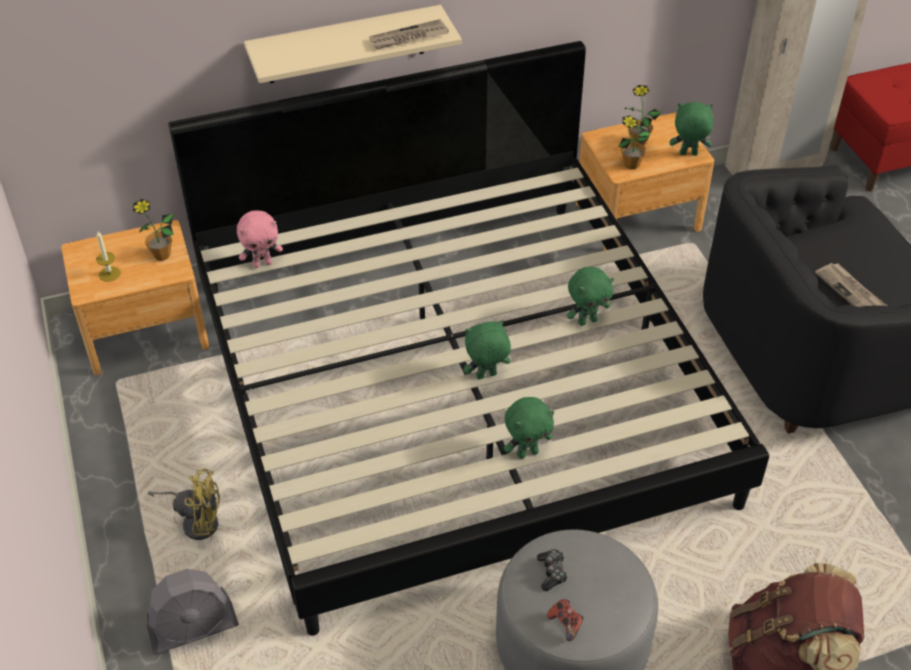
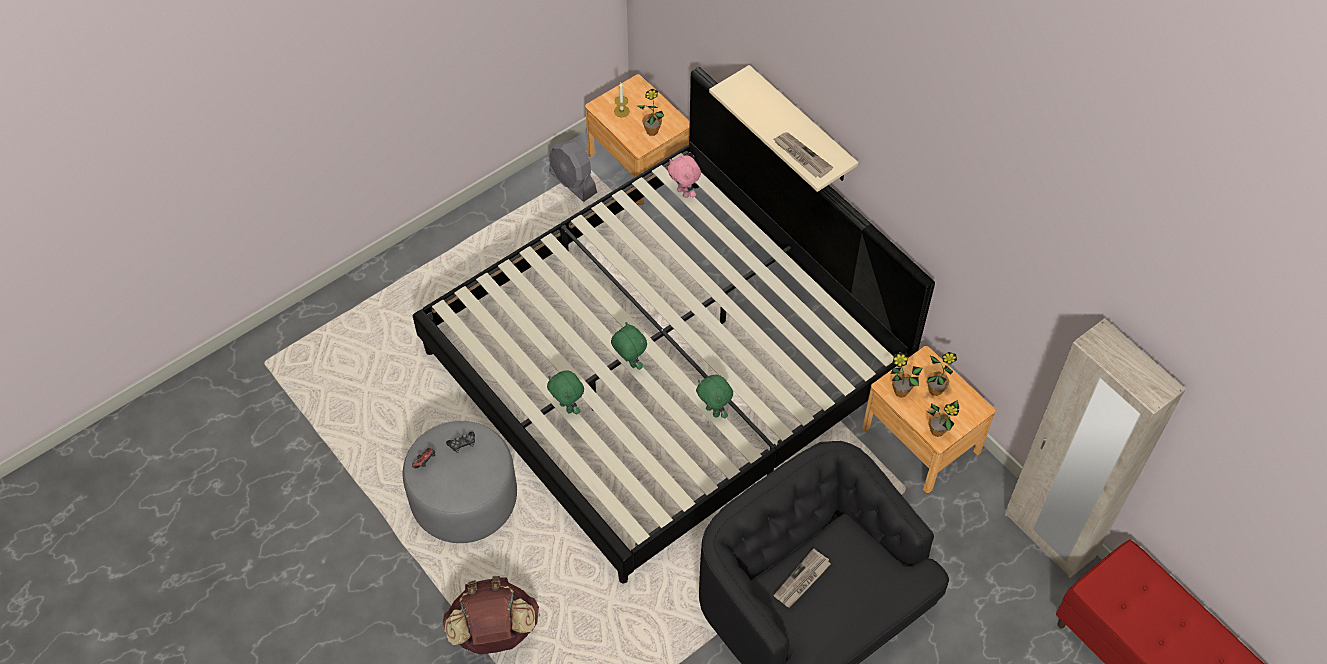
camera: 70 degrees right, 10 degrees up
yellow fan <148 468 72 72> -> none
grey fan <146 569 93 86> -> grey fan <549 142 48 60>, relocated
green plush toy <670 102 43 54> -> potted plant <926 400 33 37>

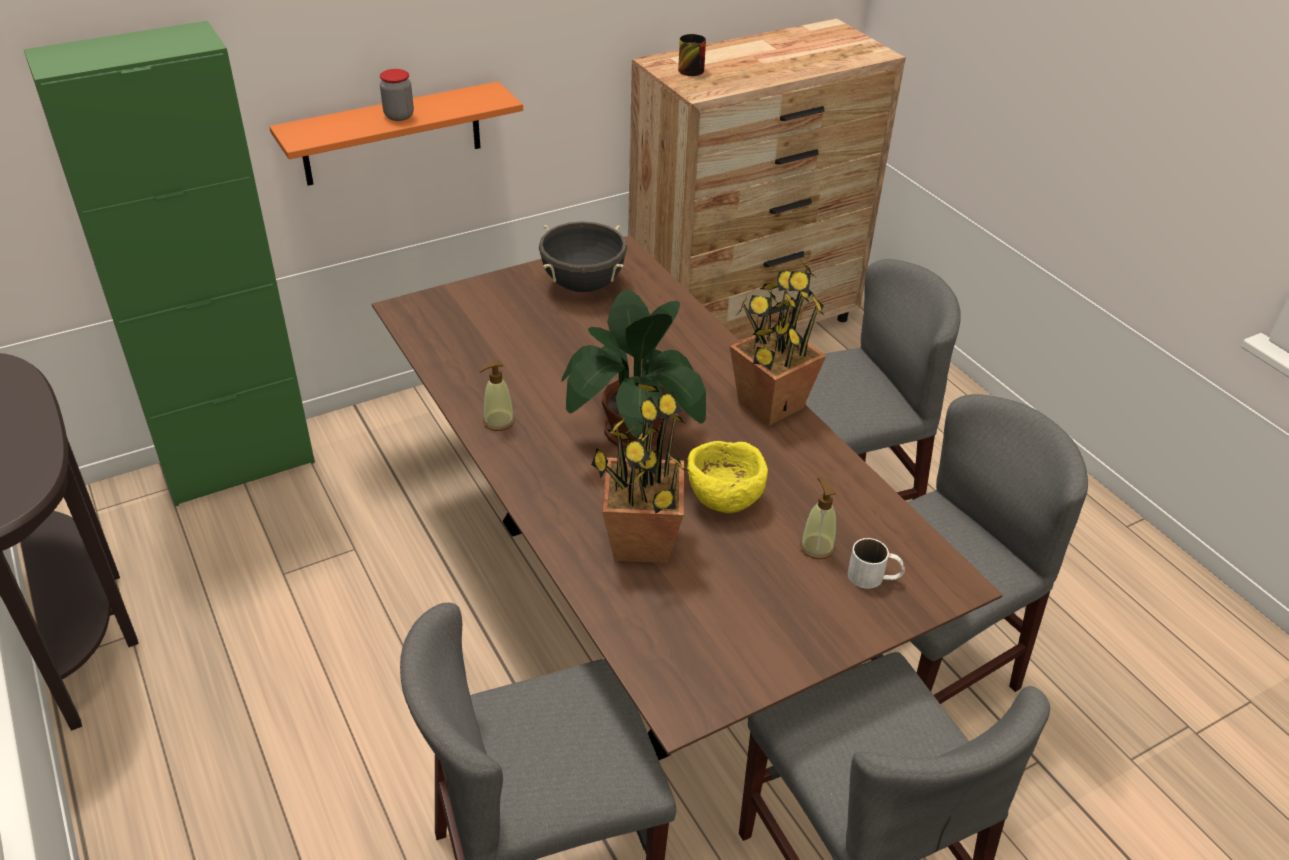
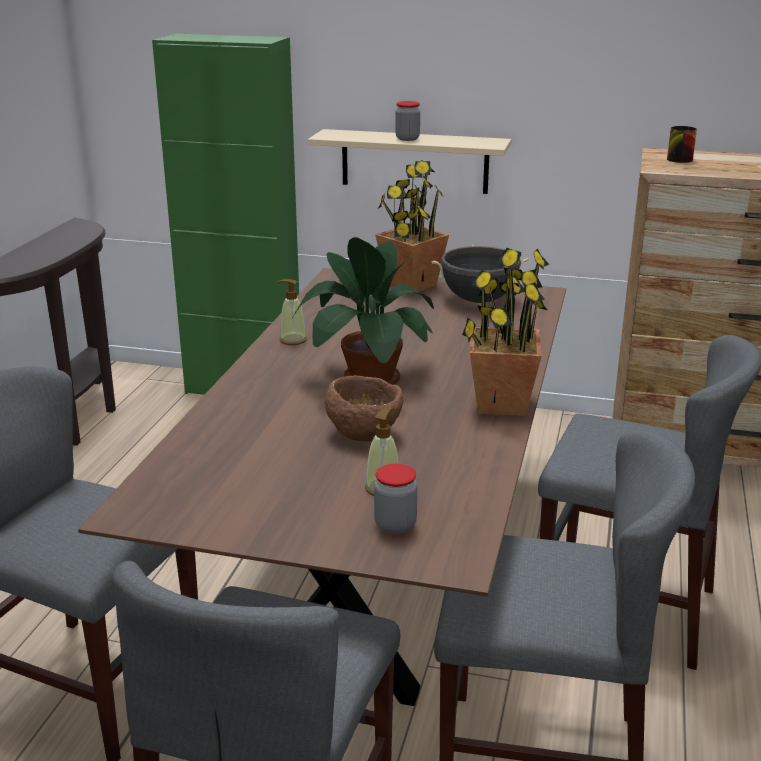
camera: 45 degrees right, 15 degrees down
potted plant <591 382 97 181> -> potted plant <375 160 74 134>, relocated
white mug <848 538 57 51> -> jar <374 464 43 70>
orange shelf <269 81 254 105> -> beige shelf <308 129 203 65>
yellow bowl <687 441 81 72> -> brown bowl <325 375 78 66>

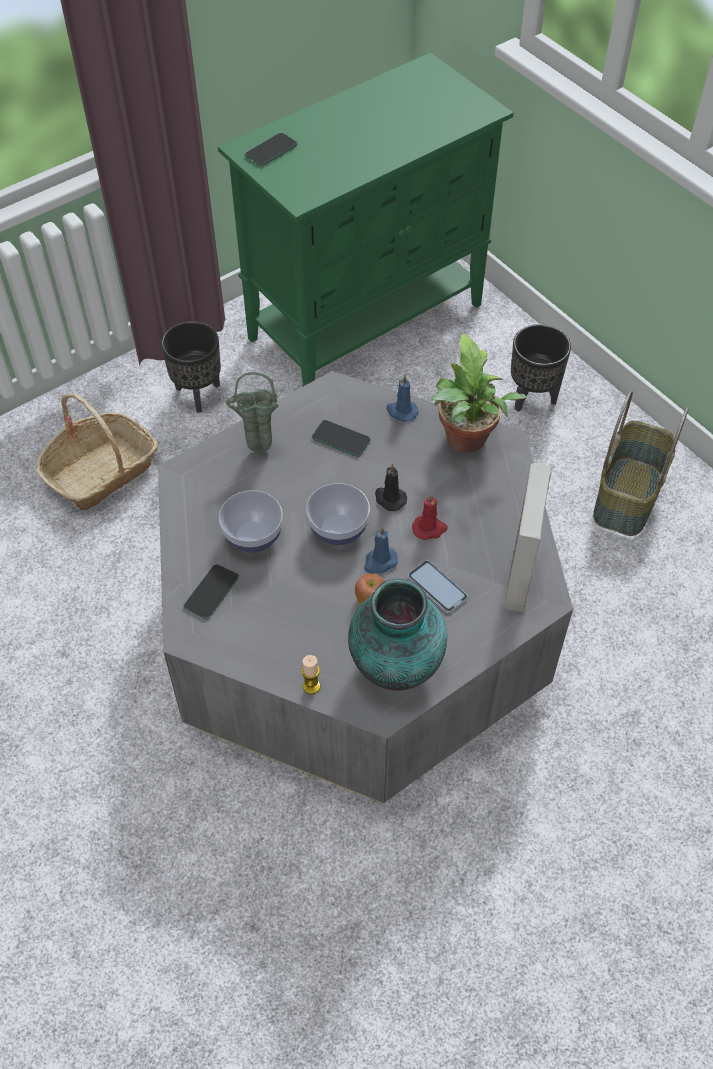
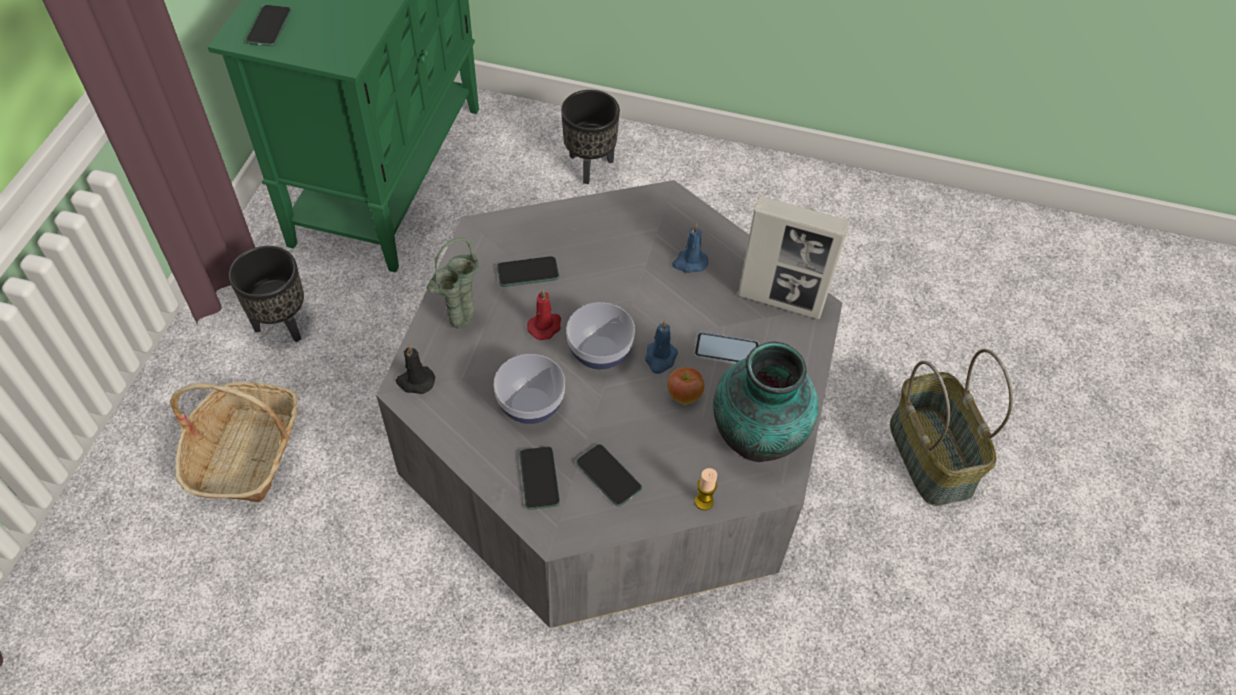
camera: 40 degrees left, 0 degrees up
potted plant <431 333 96 120> -> none
none -> phone <576 444 66 63>
black candle <375 464 32 47> -> black candle <396 344 39 50>, relocated
blue candle <386 375 33 47> -> blue candle <672 223 36 50>, relocated
red candle <412 493 36 47> -> red candle <527 289 34 51>, relocated
basket <593 390 96 146> -> basket <890 349 123 157>, relocated
picture frame <504 463 48 149> -> picture frame <738 195 112 124>, 45 degrees counterclockwise

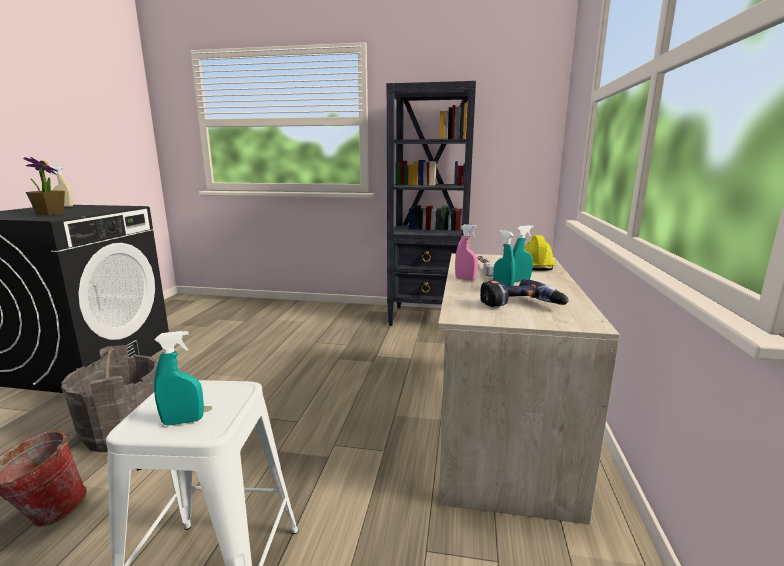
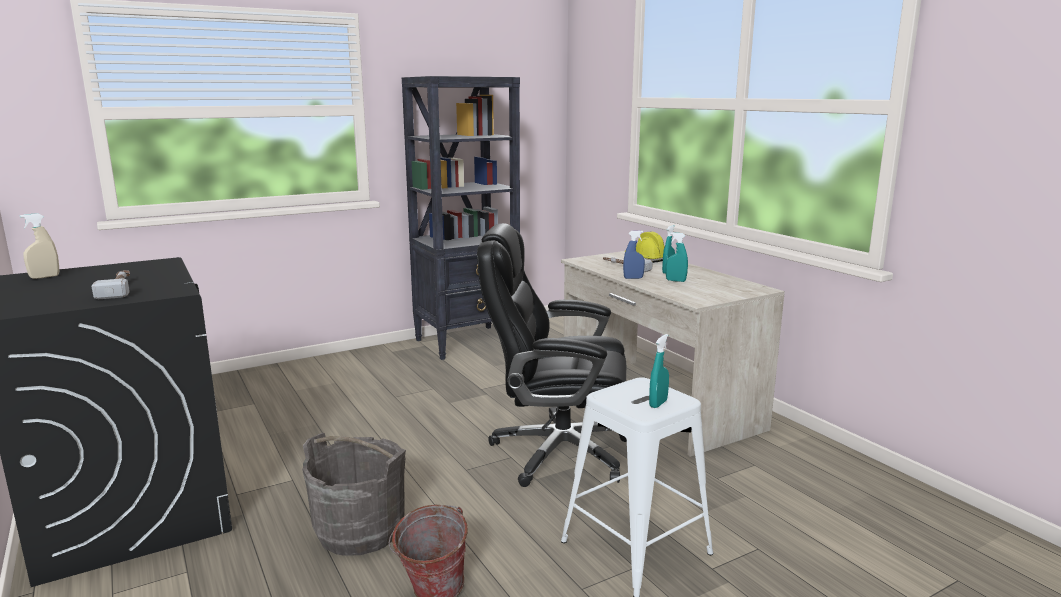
camera: 40 degrees left, 0 degrees up
power drill <480 279 89 28> -> none
none -> black office chair <477 223 150 264>
potted plant <23 157 42 58> -> hammer <92 270 38 29>
pink spray bottle <455 224 23 57> -> blue spray bottle <623 231 22 48>

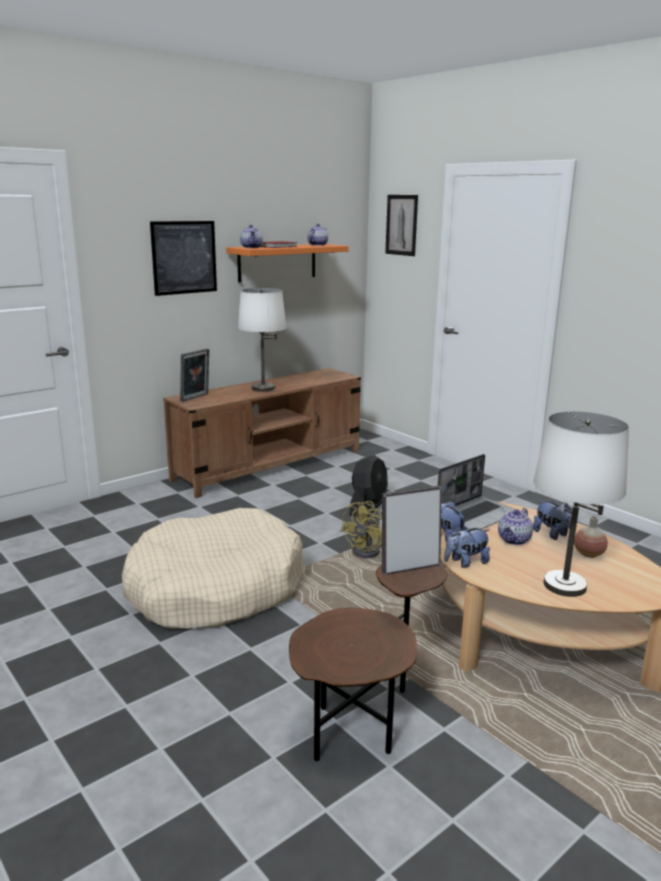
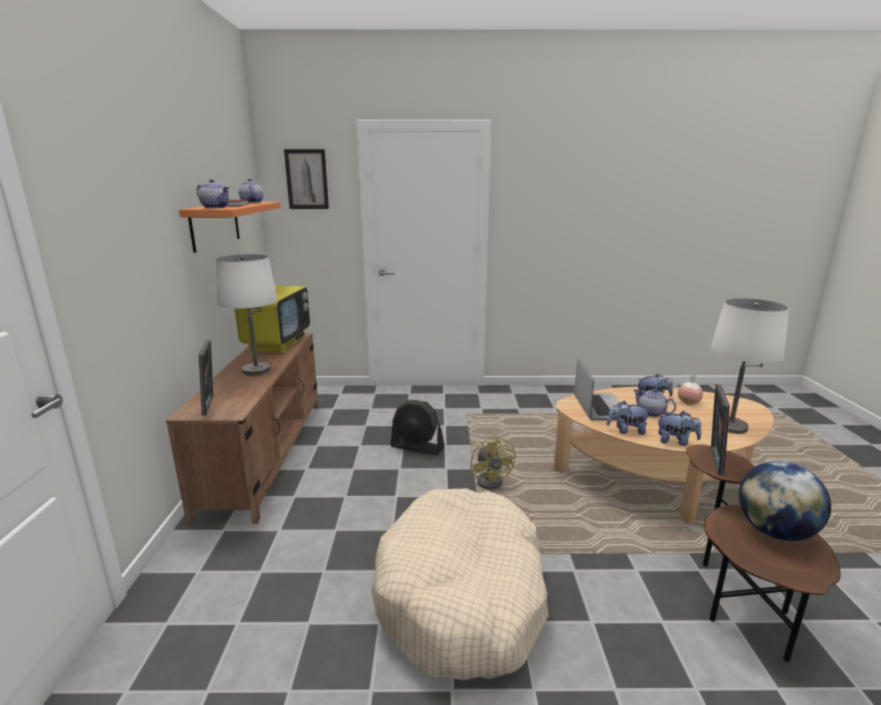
camera: 50 degrees left, 0 degrees up
picture <150 221 67 75> -> none
none -> television <235 258 75 95>
none -> globe <739 461 92 80>
black fan <349 455 39 61> -> black fan <391 400 54 55>, 135 degrees clockwise
plush toy <444 525 46 43> -> plush toy <658 411 43 35>, 90 degrees counterclockwise
teapot <498 508 35 37> -> teapot <633 389 43 28>, 150 degrees clockwise

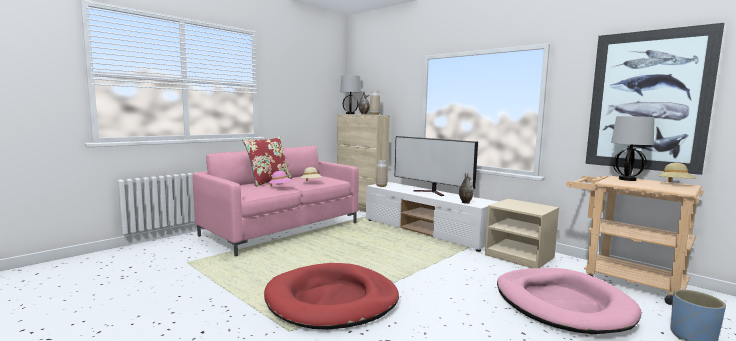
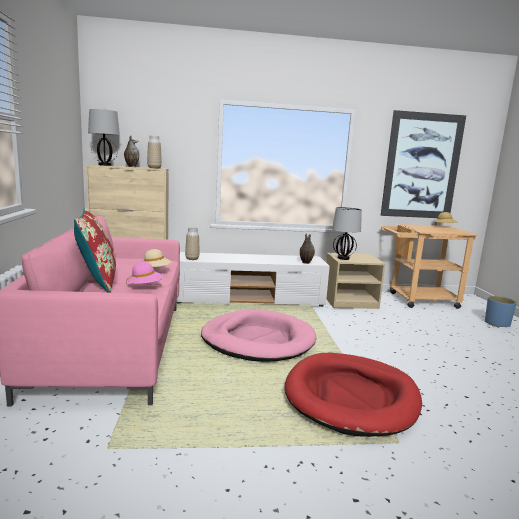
camera: 50 degrees left, 5 degrees up
television <395 136 83 60> -> none
pink dog bed <497 268 144 66> -> pink dog bed <201 309 115 53>, relocated
table lamp <611 116 44 65> -> table lamp <332 207 30 53>, relocated

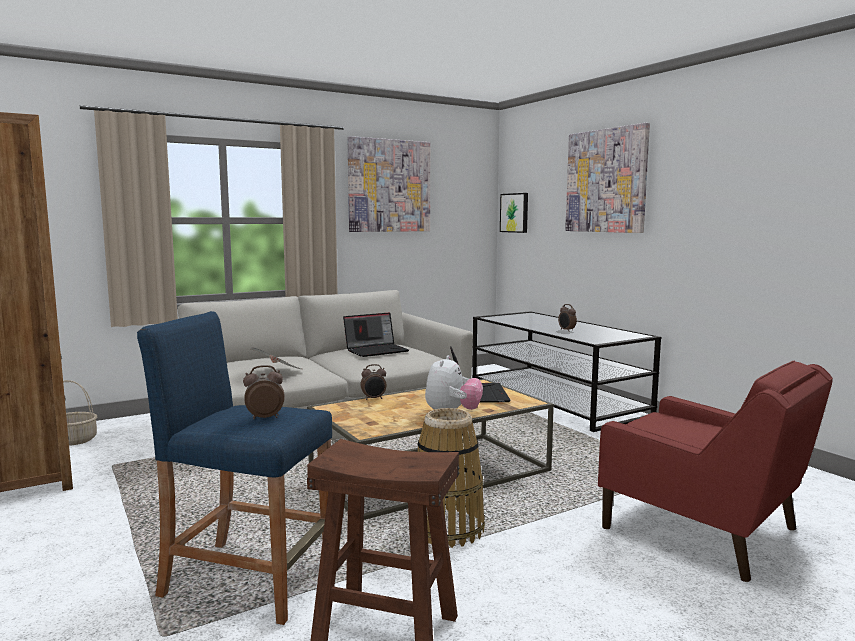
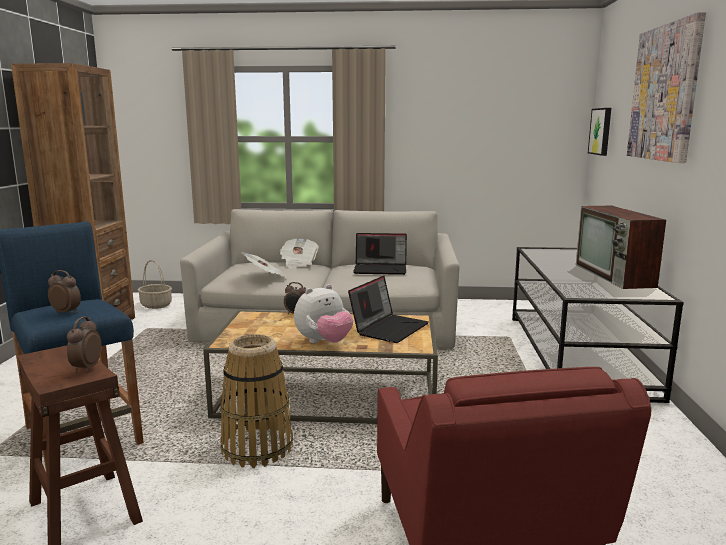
camera: 35 degrees right, 5 degrees up
picture <347 136 83 96> -> none
none -> newspaper <280 239 39 29>
none -> television <576 206 90 83>
alarm clock <558 304 19 28> -> alarm clock <67 316 35 57>, relocated

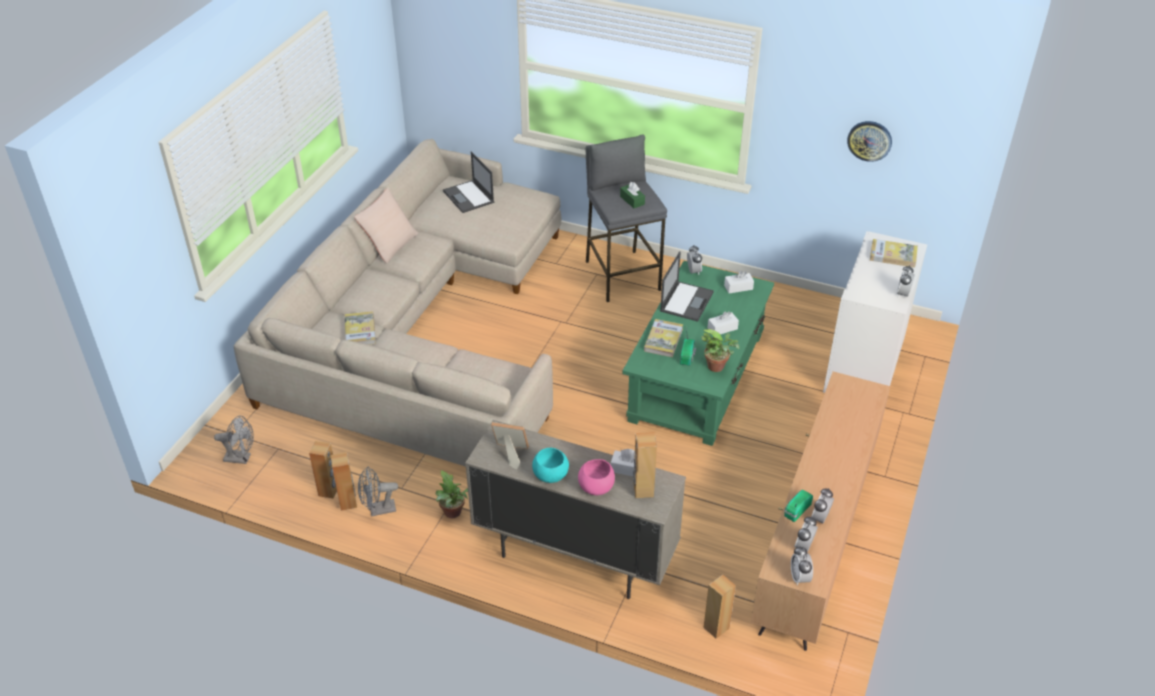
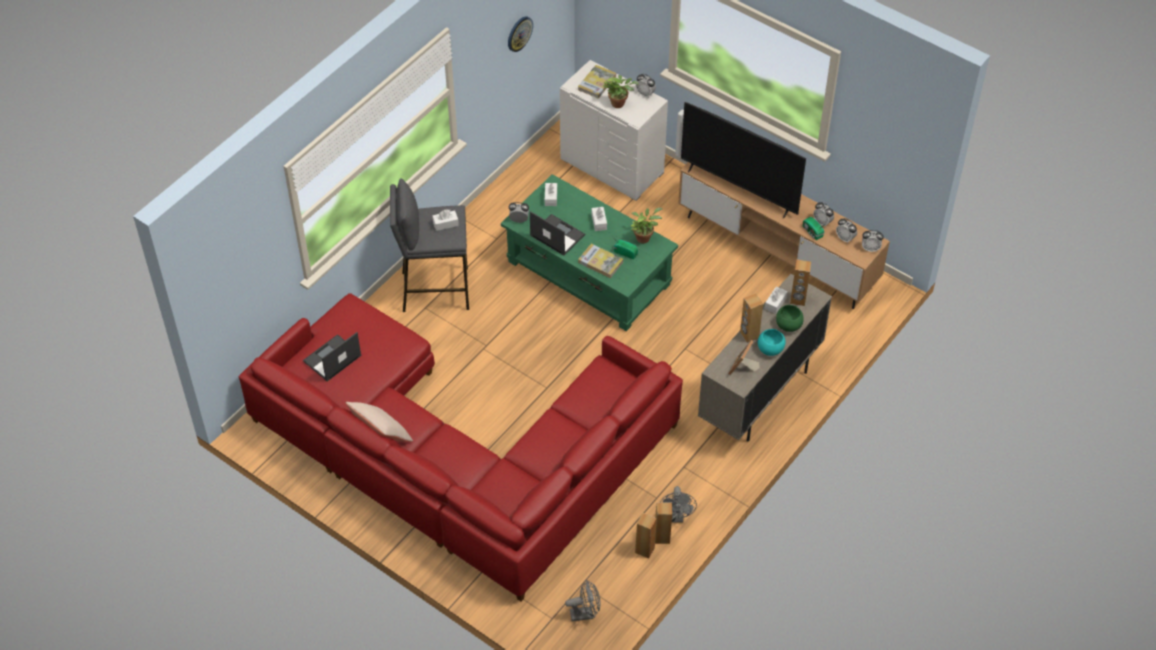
camera: 75 degrees left, 10 degrees up
book <345 311 31 34> -> none
none -> television <681 102 125 117>
potted plant <436 470 32 48> -> potted plant <603 75 36 33>, relocated
brown speaker <704 575 32 64> -> brown speaker <740 294 23 49>, relocated
beige sofa <234 139 327 328> -> red sofa <239 293 444 308>
pink bowl <578 459 37 36> -> green bowl <776 305 28 27>
green tissue box <620 182 25 26> -> white tissue box <432 210 27 21>
grey fan <214 415 40 49> -> grey fan <565 580 35 41>, 60 degrees clockwise
laptop <443 151 51 62> -> laptop <303 332 58 49>, 150 degrees clockwise

